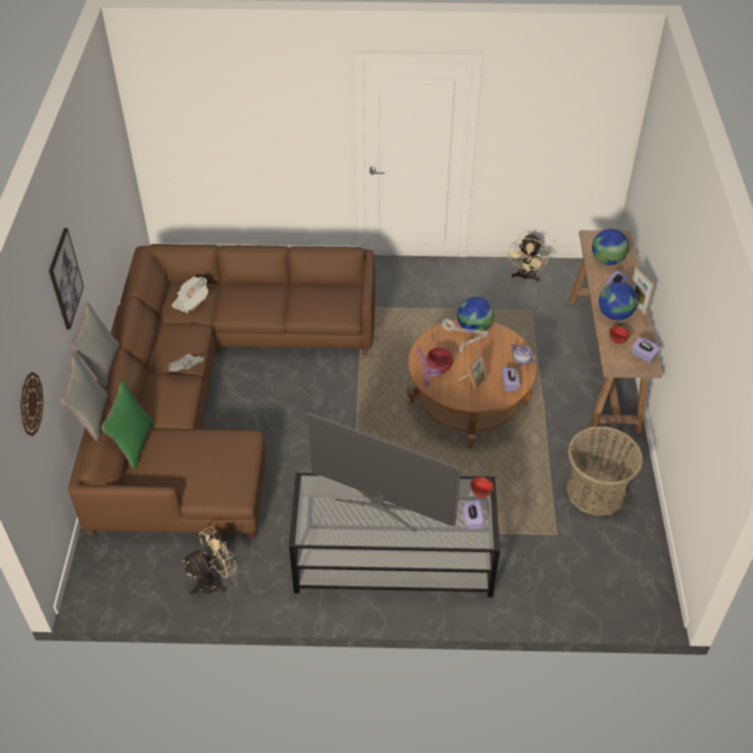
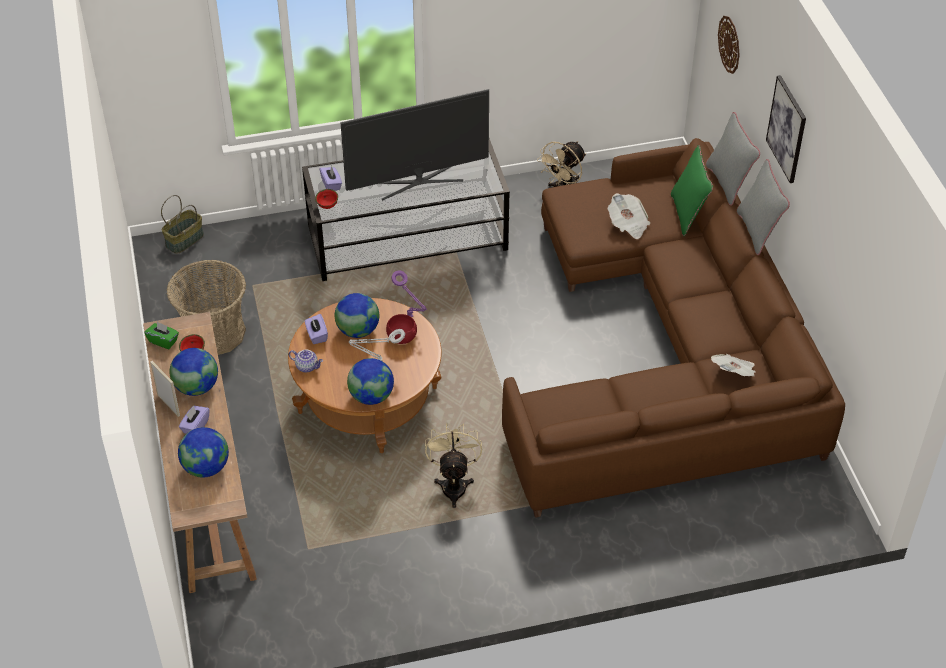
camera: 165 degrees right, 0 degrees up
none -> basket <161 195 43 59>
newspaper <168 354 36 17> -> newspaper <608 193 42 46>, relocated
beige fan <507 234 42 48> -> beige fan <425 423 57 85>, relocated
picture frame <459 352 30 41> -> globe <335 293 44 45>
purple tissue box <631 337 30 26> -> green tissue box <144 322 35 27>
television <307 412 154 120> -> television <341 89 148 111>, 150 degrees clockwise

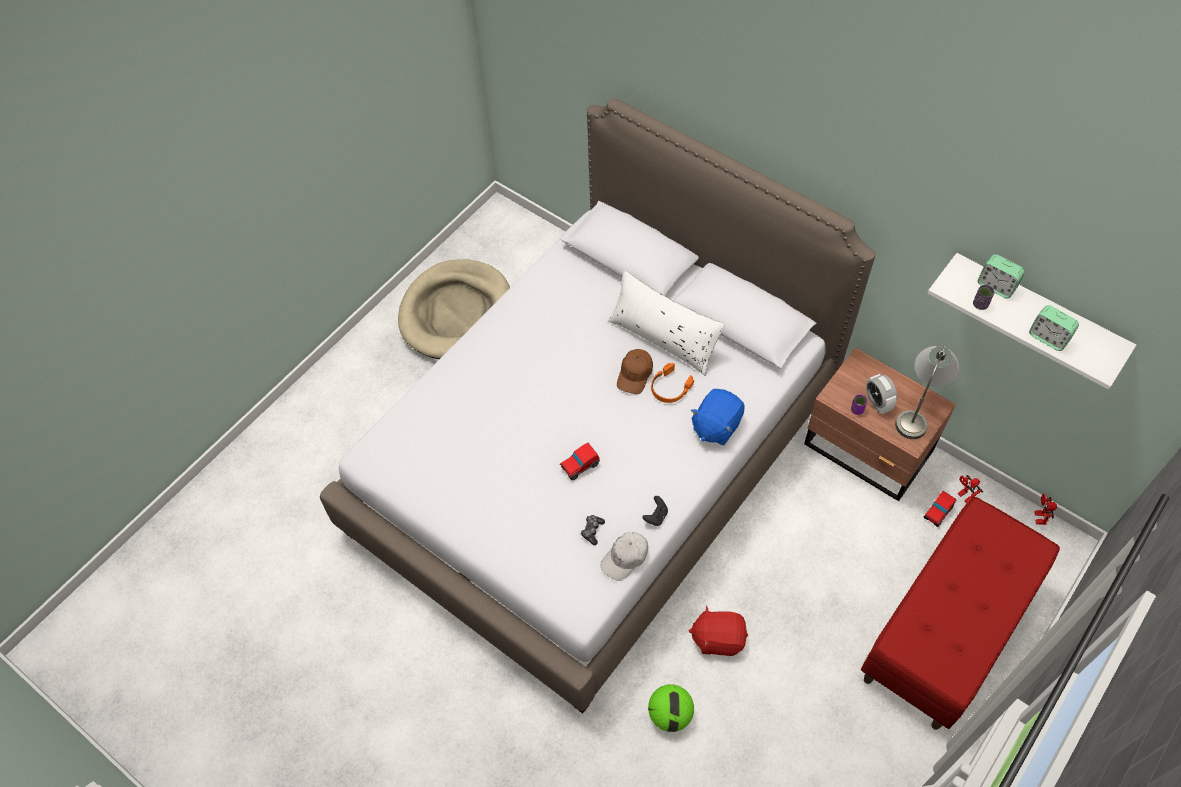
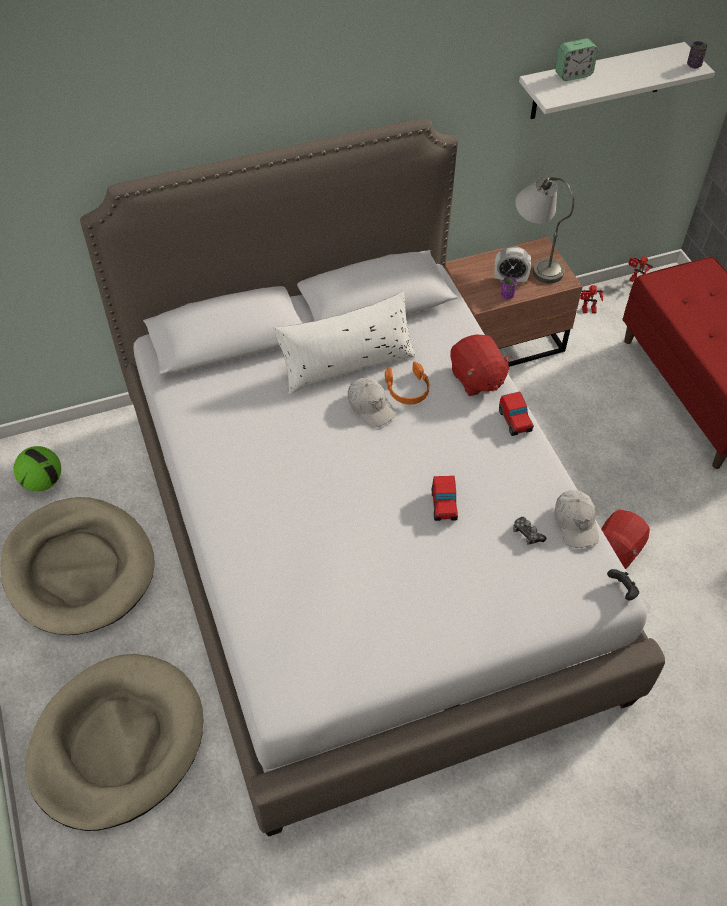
camera: 60 degrees left, 5 degrees down
alarm clock <1029 305 50 46> -> none
none -> beige dog bed <26 654 177 177>
black game controller <643 496 25 30> -> black game controller <607 569 32 31>, relocated
football <648 684 46 48> -> football <14 446 47 45>, relocated
toy car <924 491 33 36> -> toy car <499 392 35 44>, relocated
purple cup <973 285 22 25> -> purple cup <687 41 21 27>, relocated
brown cap <617 349 36 45> -> white cap <348 378 48 50>
blue plush toy <691 389 53 56> -> red plush toy <450 335 63 61>

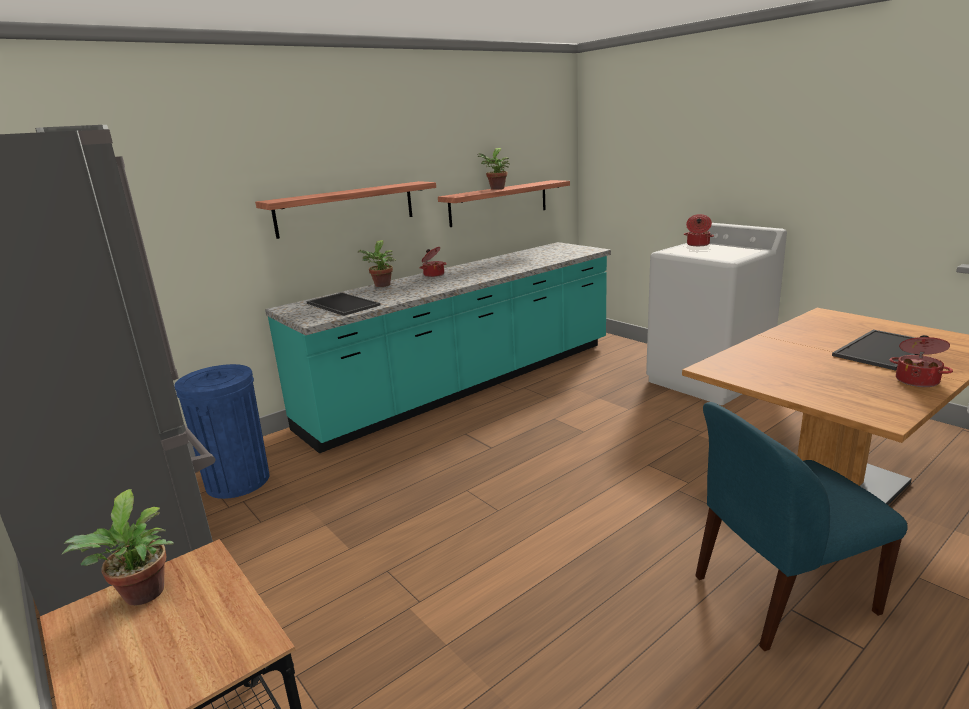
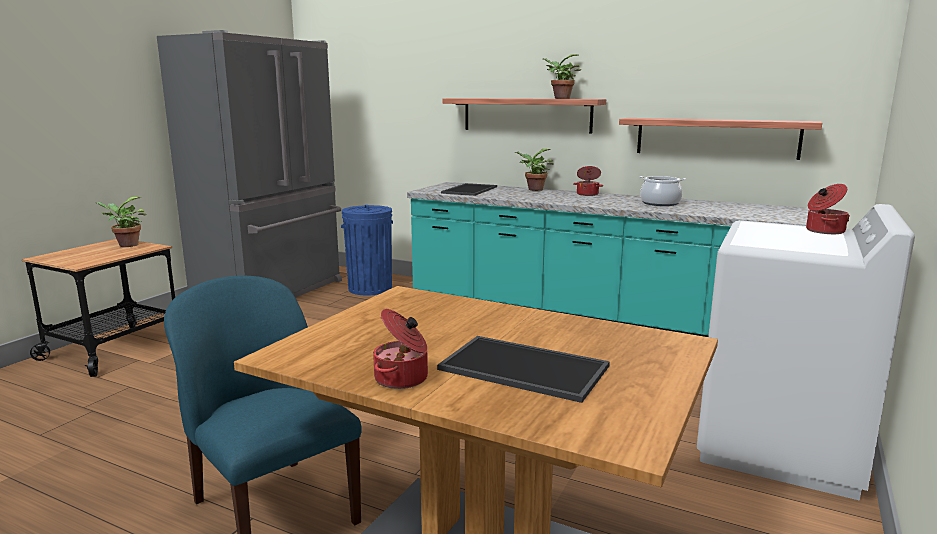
camera: 65 degrees right, 5 degrees down
none -> cooking pot <640 176 46 30>
potted plant <477 148 33 42> -> potted plant <542 54 39 45>, relocated

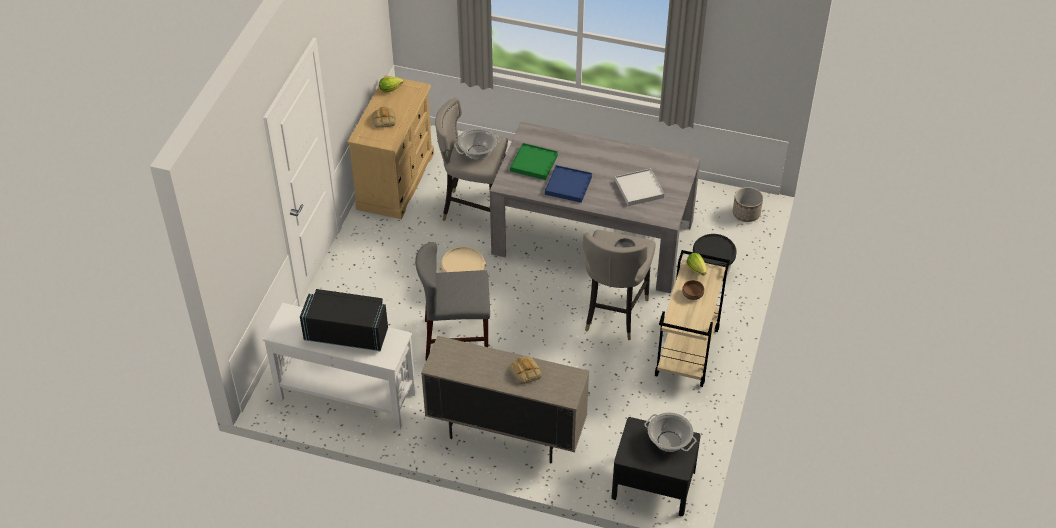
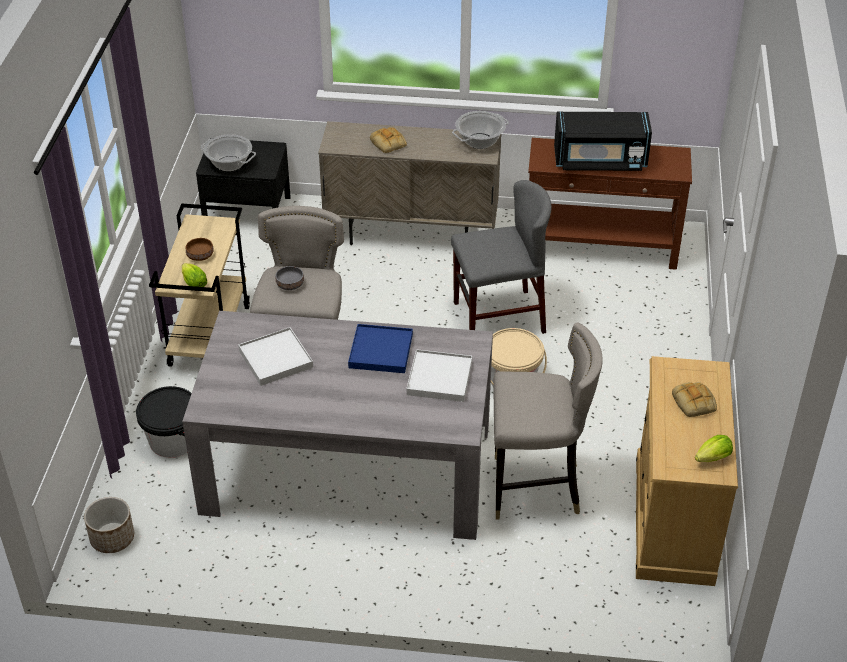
camera: 170 degrees right, 5 degrees down
cooking pot <454 128 47 32> -> cooking pot <452 111 57 38>, relocated
white console table <263 303 153 126> -> brown console table <528 138 164 132>
green tray <510 143 48 37> -> white tray <406 349 66 53>

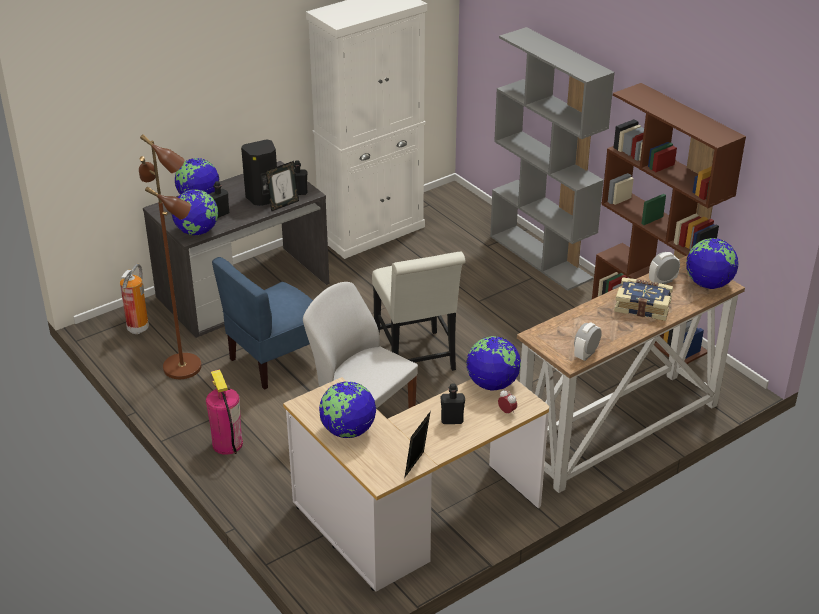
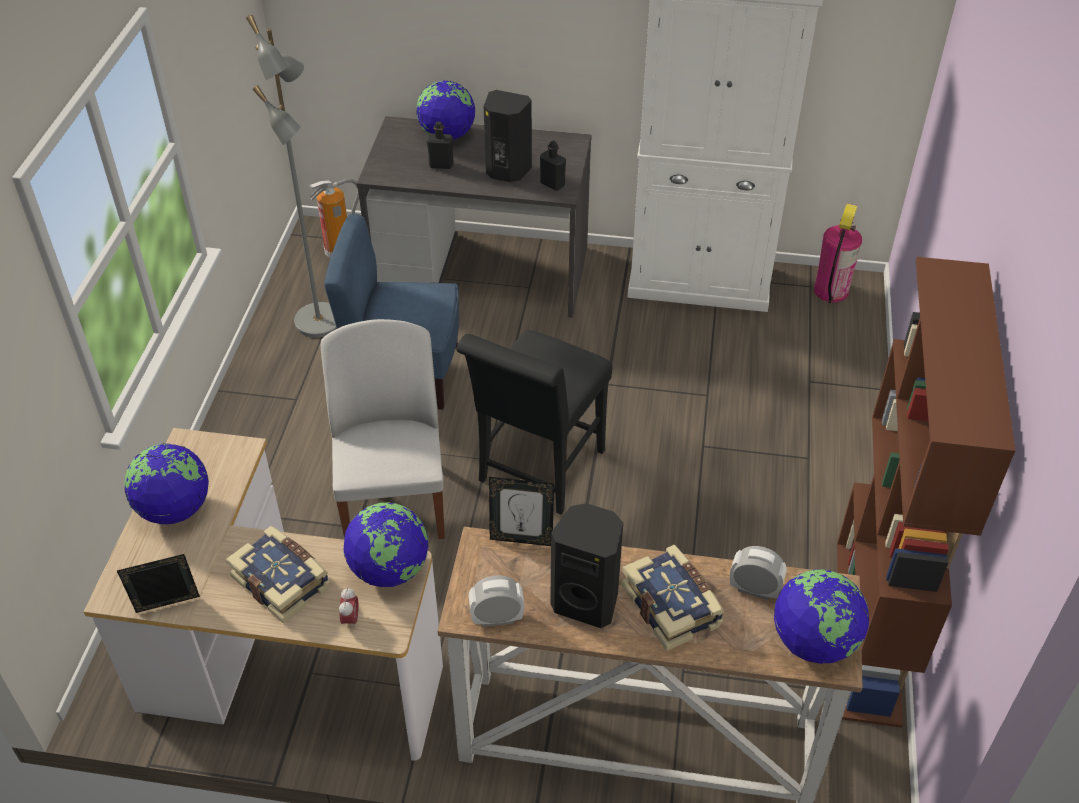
camera: 45 degrees right, 10 degrees up
globe <171 189 47 47> -> none
grey bookcase <490 27 125 264> -> none
none -> black speaker <550 503 73 125>
fire extinguisher <206 369 37 86> -> fire extinguisher <814 204 48 99>, relocated
picture frame <266 161 33 50> -> picture frame <489 477 65 69>, relocated
black bottle <440 384 25 40> -> book <226 526 104 98>
brown floor lamp <139 134 63 245> -> grey floor lamp <246 15 91 323>
white chair <372 252 94 119> -> black chair <456 330 156 185>

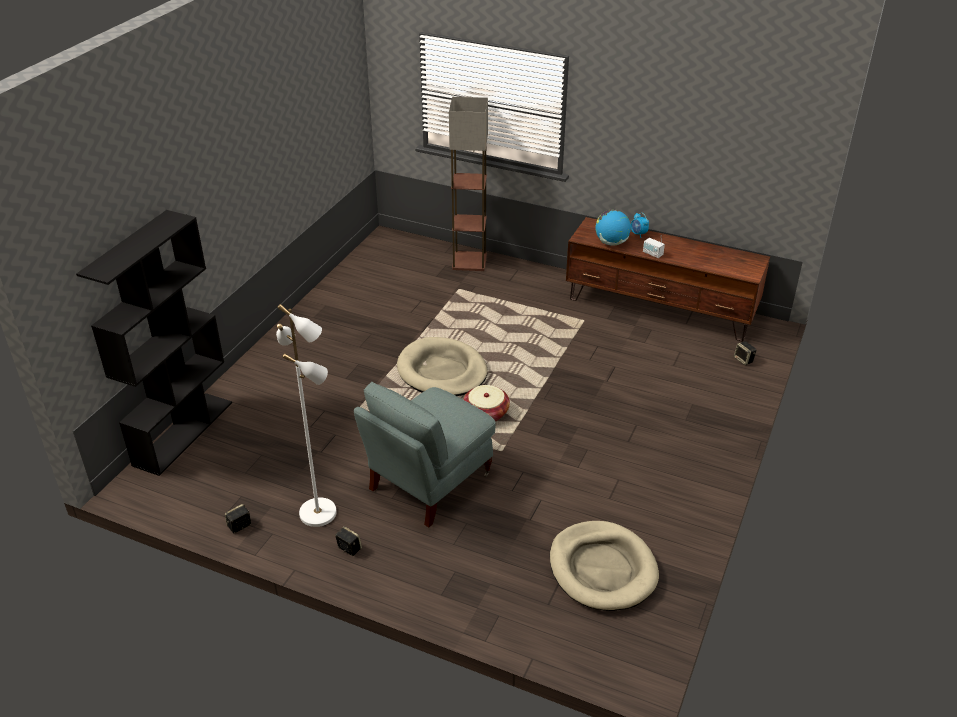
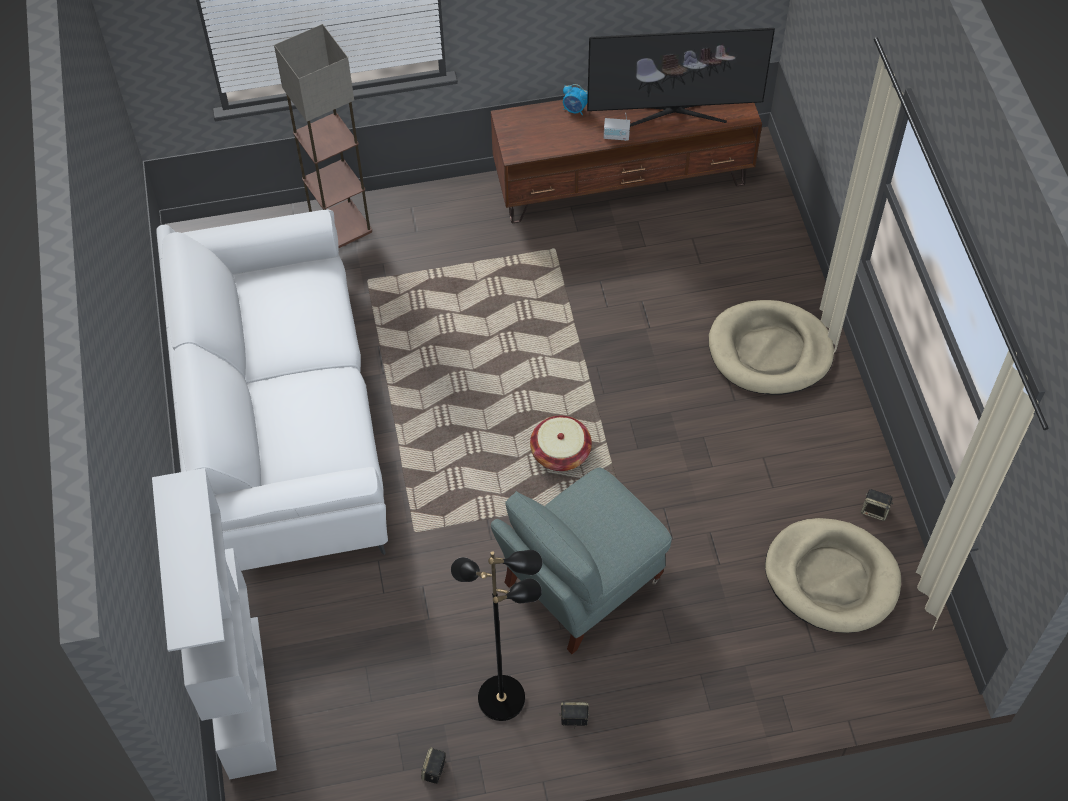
camera: 35 degrees left, 20 degrees up
globe <595 209 36 37> -> none
none -> white sofa <156 210 232 361>
none -> television <587 28 188 99>
beige dog bed <397 337 91 59> -> beige dog bed <709 300 125 95>, relocated
speaker <734 341 23 24> -> speaker <861 489 32 32>, relocated
black bookcase <76 210 156 266> -> white bookcase <152 468 125 312>
white floor lamp <276 304 61 223> -> black floor lamp <451 550 91 171>
grey armchair <354 382 142 146> -> grey armchair <491 468 181 186>, 45 degrees clockwise

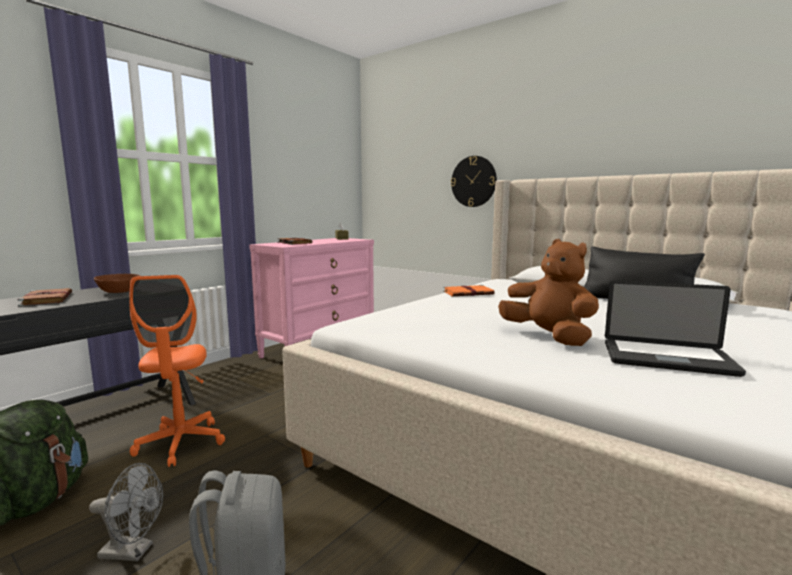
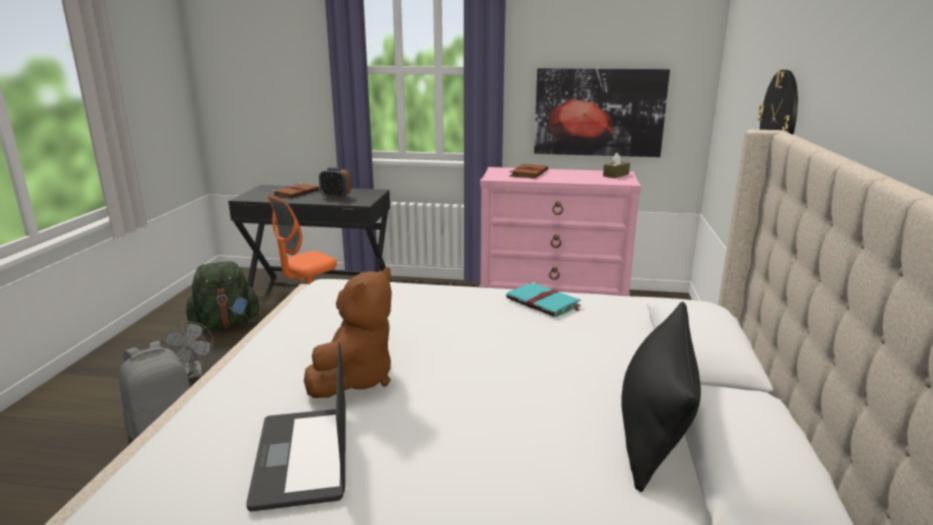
camera: 60 degrees right, 10 degrees up
none -> picture <534 68 136 89>
brown bowl <94 274 47 19> -> alarm clock <319 167 32 32>
orange book <443 285 52 11> -> turquoise book <506 282 75 35>

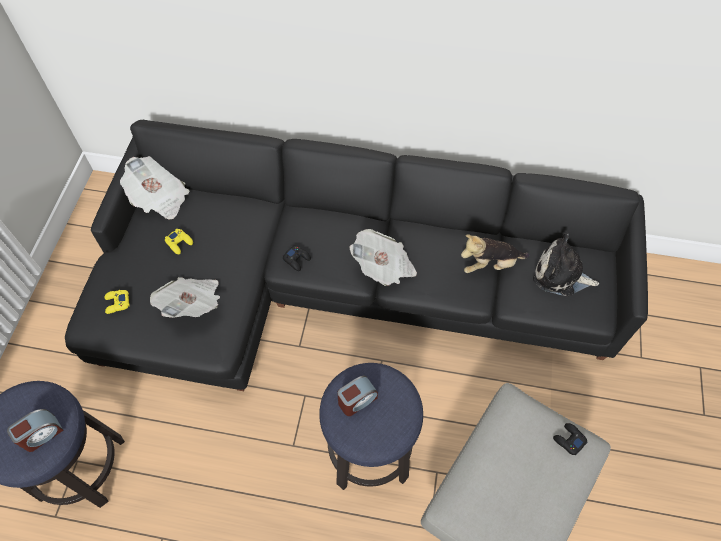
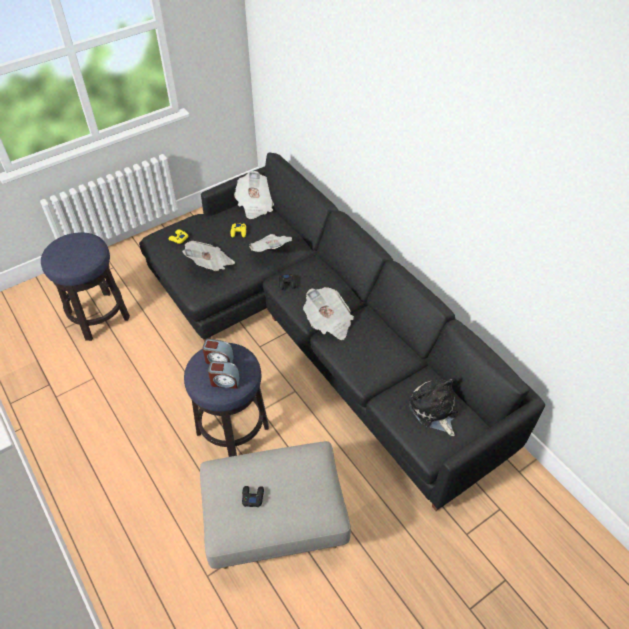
camera: 45 degrees right, 10 degrees down
plush toy <461 234 68 39> -> none
none -> newspaper <249 234 43 18>
alarm clock <7 409 57 43> -> alarm clock <208 361 32 28>, relocated
black game controller <553 423 35 32> -> black game controller <242 486 22 21>, relocated

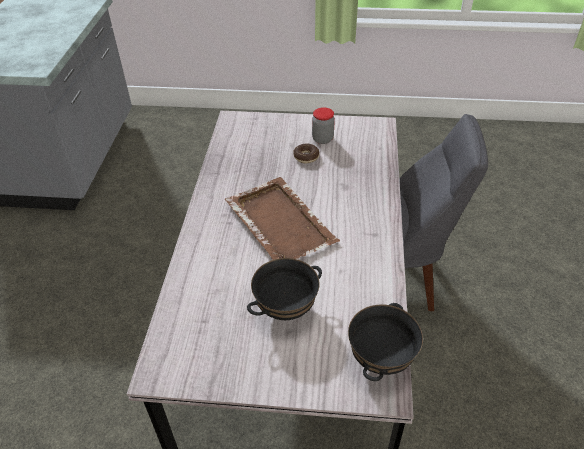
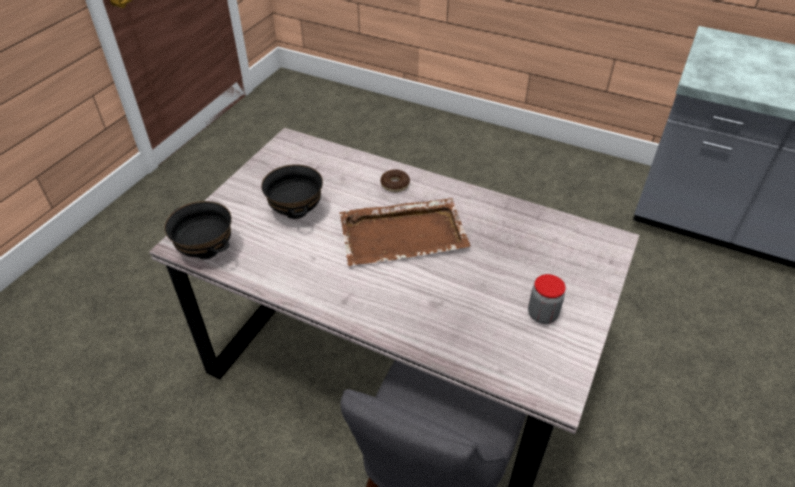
camera: 110 degrees right, 0 degrees up
donut <293 143 26 20> -> donut <380 169 30 23>, relocated

